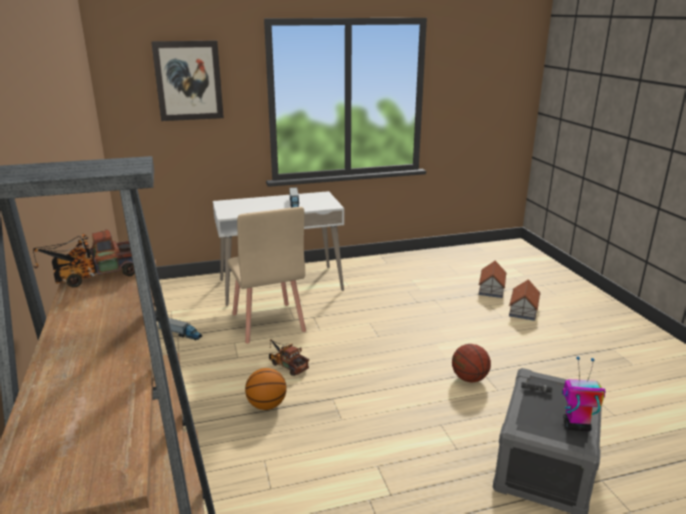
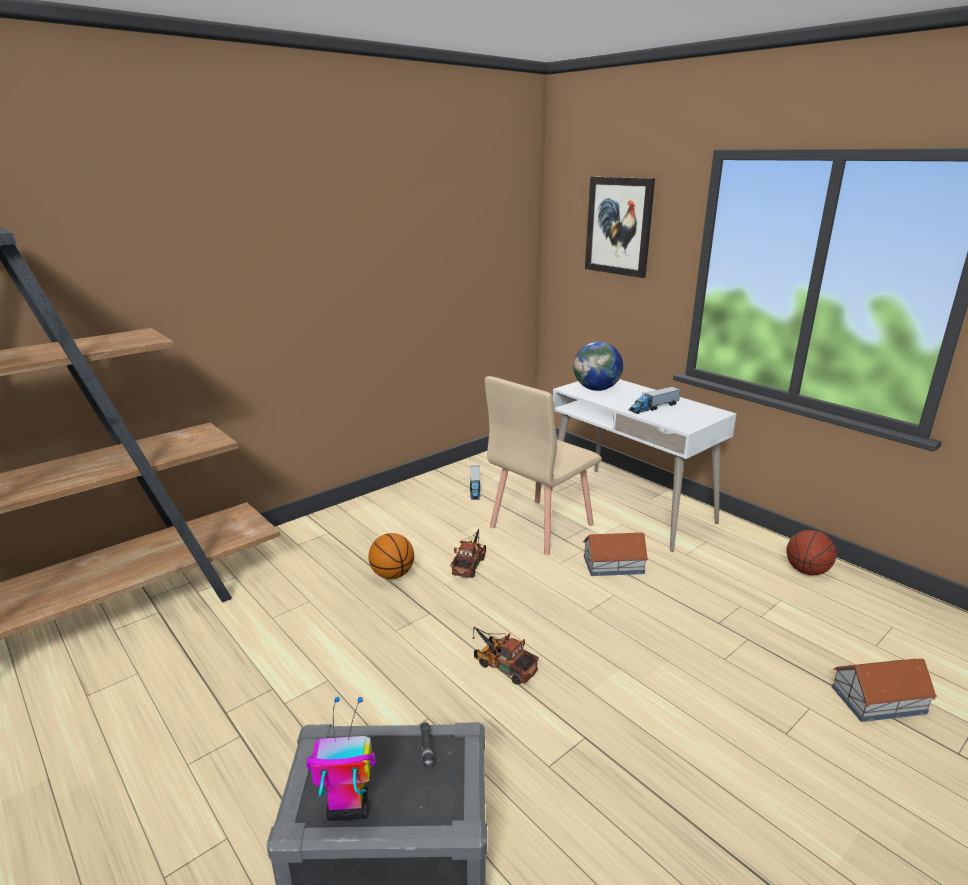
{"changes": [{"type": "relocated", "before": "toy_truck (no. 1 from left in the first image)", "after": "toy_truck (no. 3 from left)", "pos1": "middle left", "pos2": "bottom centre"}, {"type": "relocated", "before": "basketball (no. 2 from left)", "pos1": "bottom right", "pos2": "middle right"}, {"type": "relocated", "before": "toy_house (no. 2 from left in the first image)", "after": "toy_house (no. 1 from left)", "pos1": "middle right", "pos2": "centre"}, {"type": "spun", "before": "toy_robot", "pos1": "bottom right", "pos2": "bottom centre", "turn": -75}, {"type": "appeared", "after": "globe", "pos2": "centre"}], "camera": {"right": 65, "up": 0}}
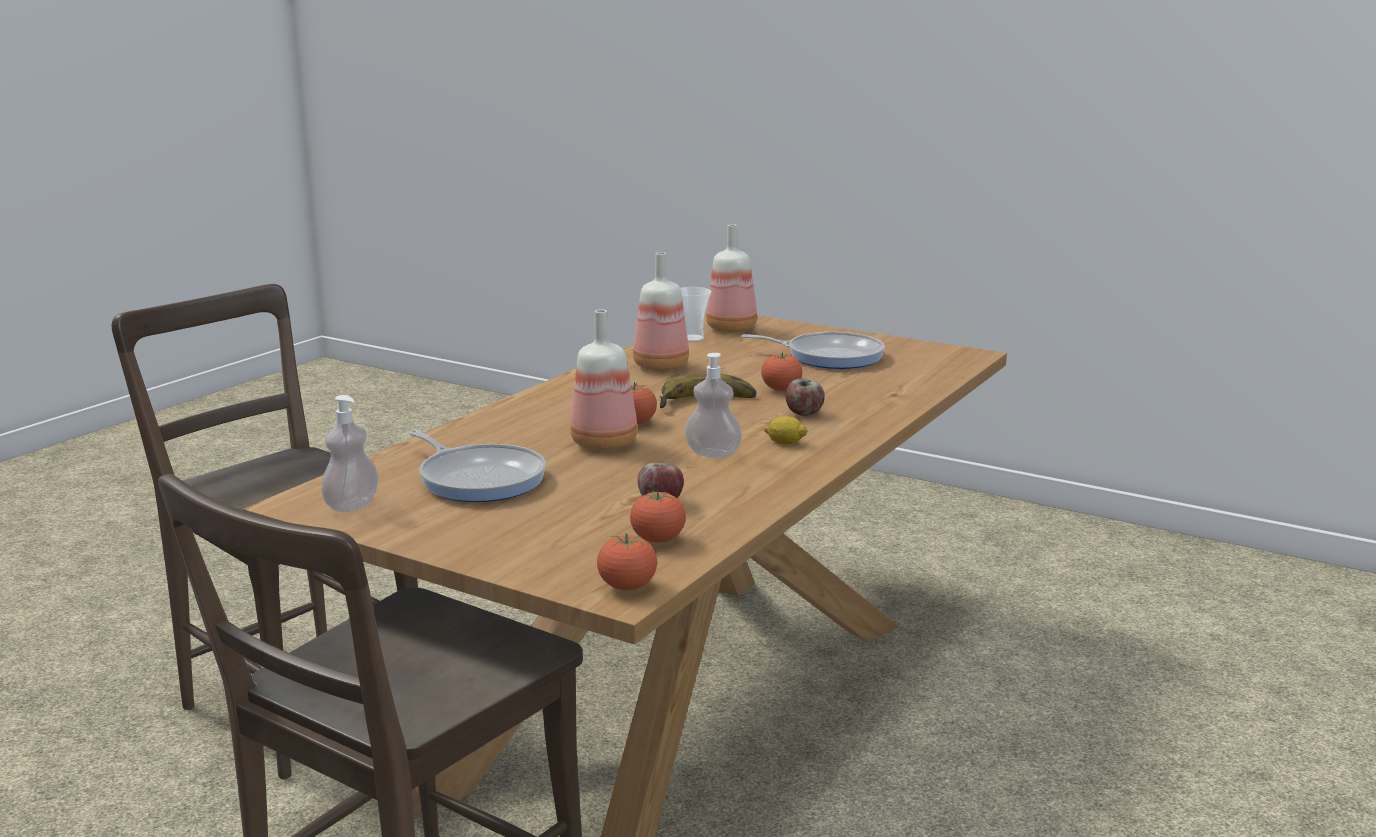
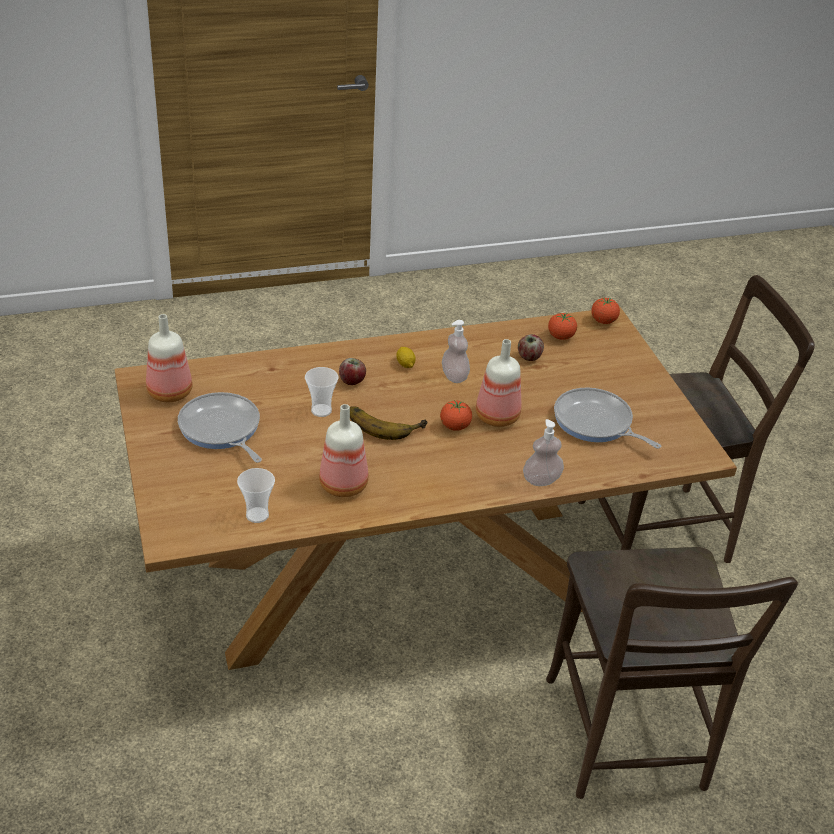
{"changes": [{"type": "relocated", "before": "soap_dispenser (no. 1 from left in the first image)", "after": "soap_dispenser (no. 2 from left)", "pos1": "middle left", "pos2": "centre"}, {"type": "spun", "before": "frying_pan (no. 1 from left in the first image)", "pos1": "centre", "pos2": "middle right", "turn": -45}, {"type": "relocated", "before": "bottle (no. 3 from left in the first image)", "after": "bottle (no. 1 from left)", "pos1": "top centre", "pos2": "middle left"}, {"type": "exchanged", "before": "tomato (no. 4 from left)", "after": "cup (no. 2 from left)", "pos1": "centre", "pos2": "centre"}], "camera": {"right": -140, "up": 20}}
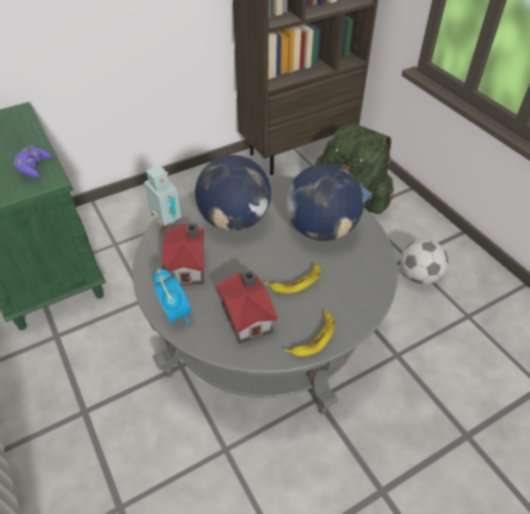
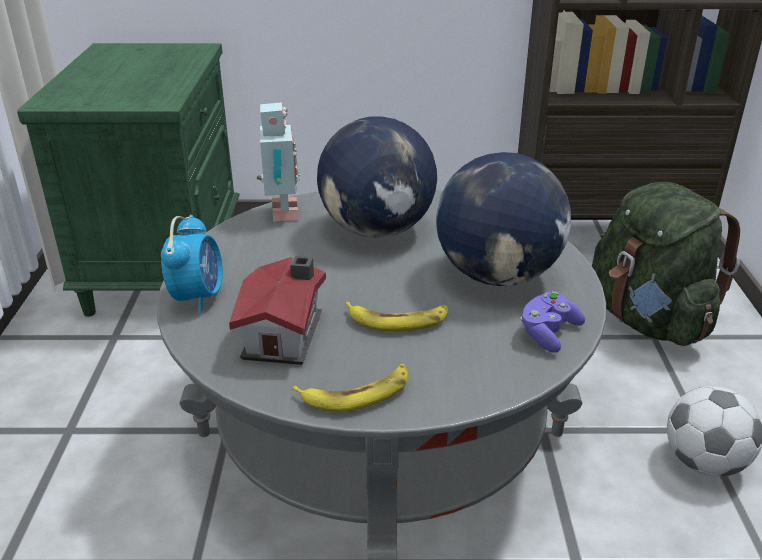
{"changes": [{"type": "relocated", "before": "purple_game_controller", "pos1": "top left", "pos2": "middle right"}, {"type": "missing", "before": "toy_house (no. 1 from left)", "pos1": "centre"}], "camera": {"right": 30, "up": -15}}
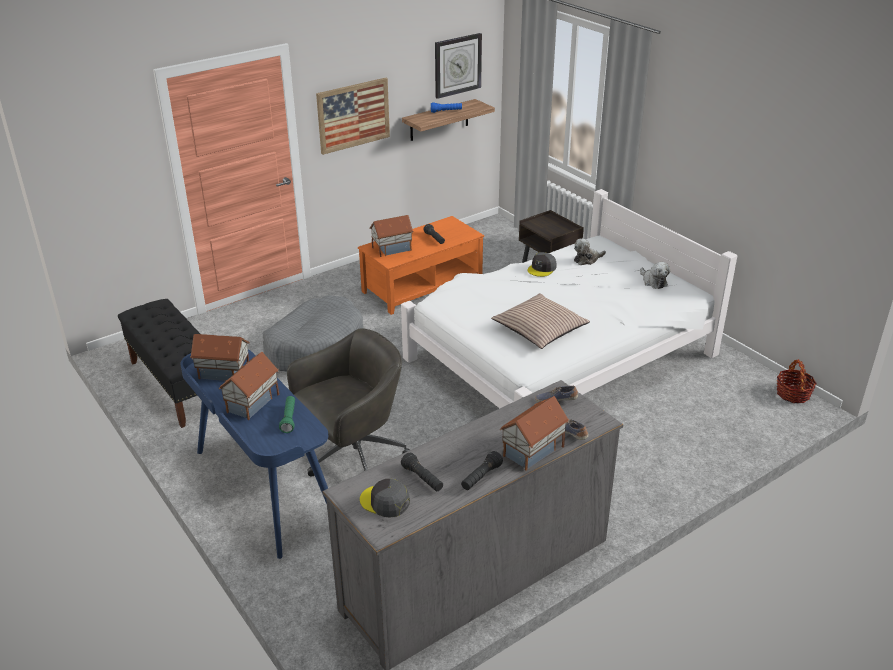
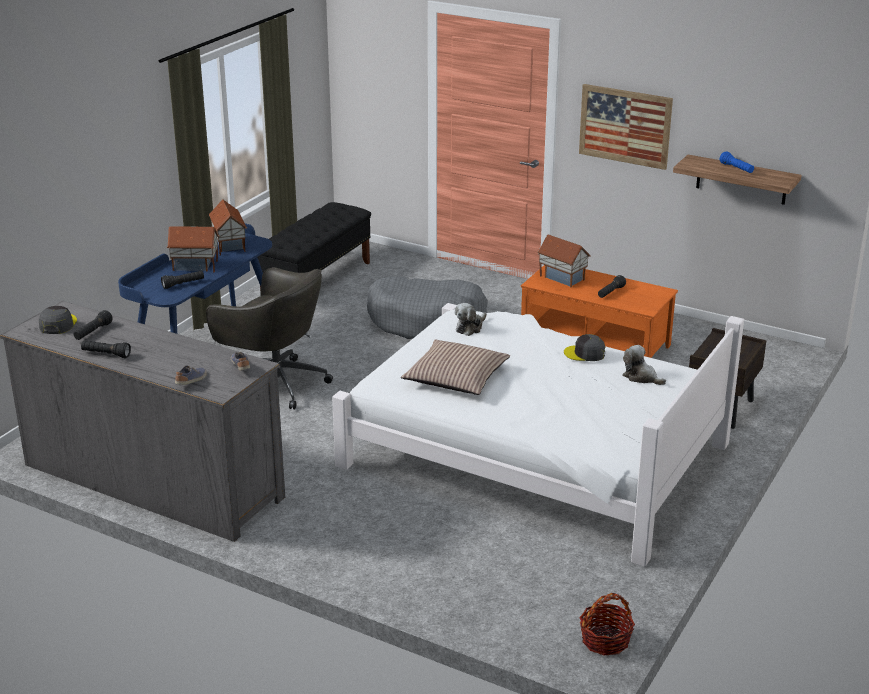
{"changes": [{"type": "colour", "before": "green_flashlight", "after": "black_flashlight (no. 3 from left)", "pos1": "middle left", "pos2": "middle left"}, {"type": "missing", "before": "wall_clock", "pos1": "top centre"}, {"type": "missing", "before": "toy_house (no. 4 from left)", "pos1": "centre"}, {"type": "relocated", "before": "plush_toy (no. 2 from left in the first image)", "after": "plush_toy (no. 1 from left)", "pos1": "middle right", "pos2": "centre"}], "camera": {"right": 65, "up": -5}}
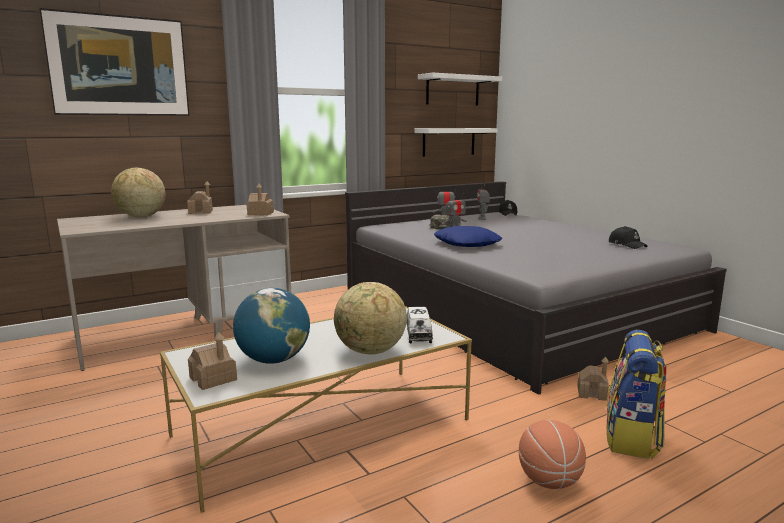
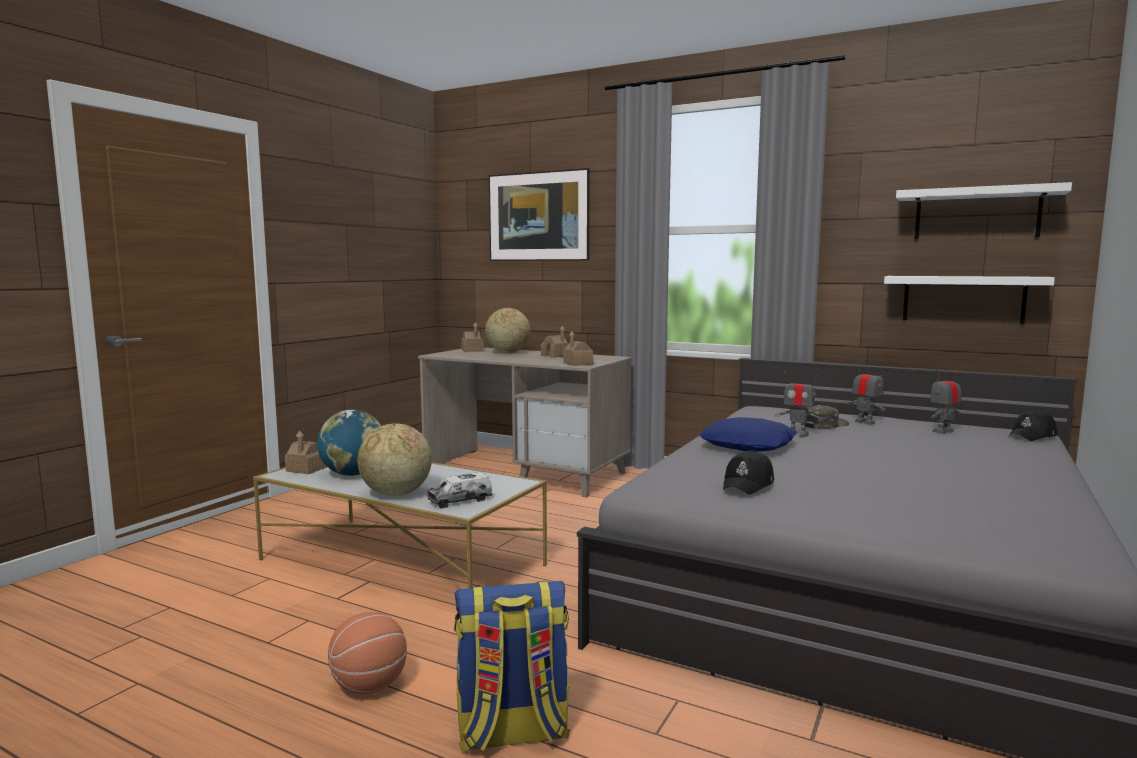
{"changes": [{"type": "relocated", "before": "toy_house (no. 4 from left in the first image)", "after": "toy_house (no. 2 from left)", "pos1": "bottom right", "pos2": "centre"}, {"type": "relocated", "before": "black_cap (no. 2 from left in the first image)", "after": "black_cap (no. 1 from left)", "pos1": "middle right", "pos2": "centre"}], "camera": {"right": 60, "up": -5}}
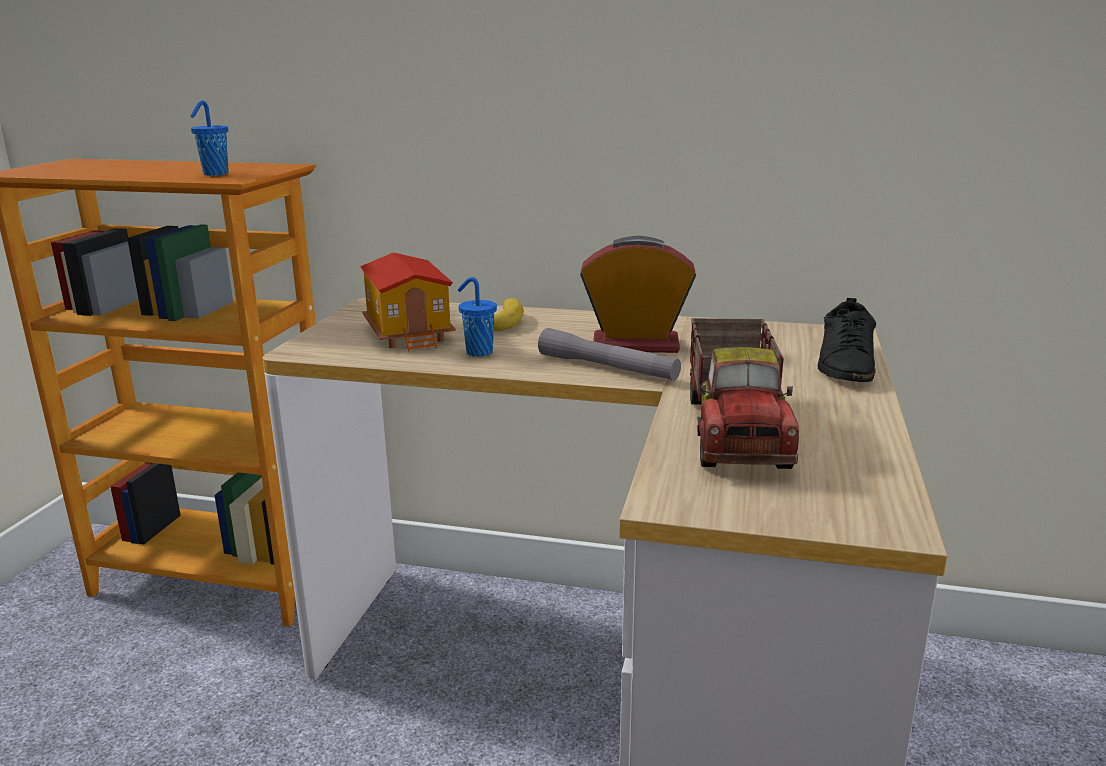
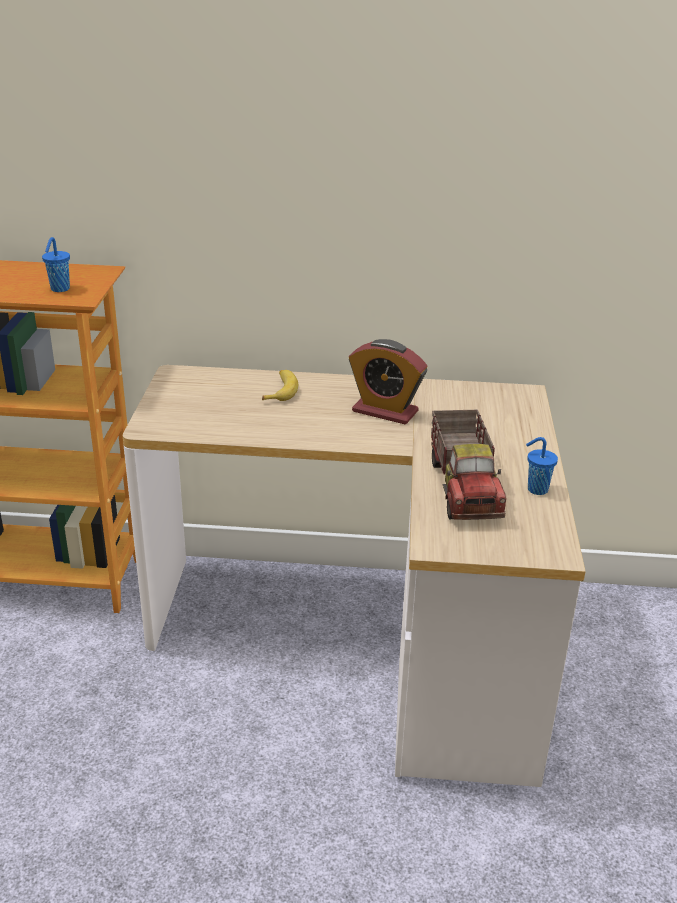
{"changes": [{"type": "missing", "before": "toy_house", "pos1": "centre"}, {"type": "relocated", "before": "blue_cup (no. 2 from left)", "pos1": "centre", "pos2": "middle right"}, {"type": "missing", "before": "grey_flashlight", "pos1": "centre"}, {"type": "spun", "before": "alarm_clock", "pos1": "centre", "pos2": "centre", "turn": -150}, {"type": "missing", "before": "black_shoe", "pos1": "middle right"}], "camera": {"right": -10, "up": 10}}
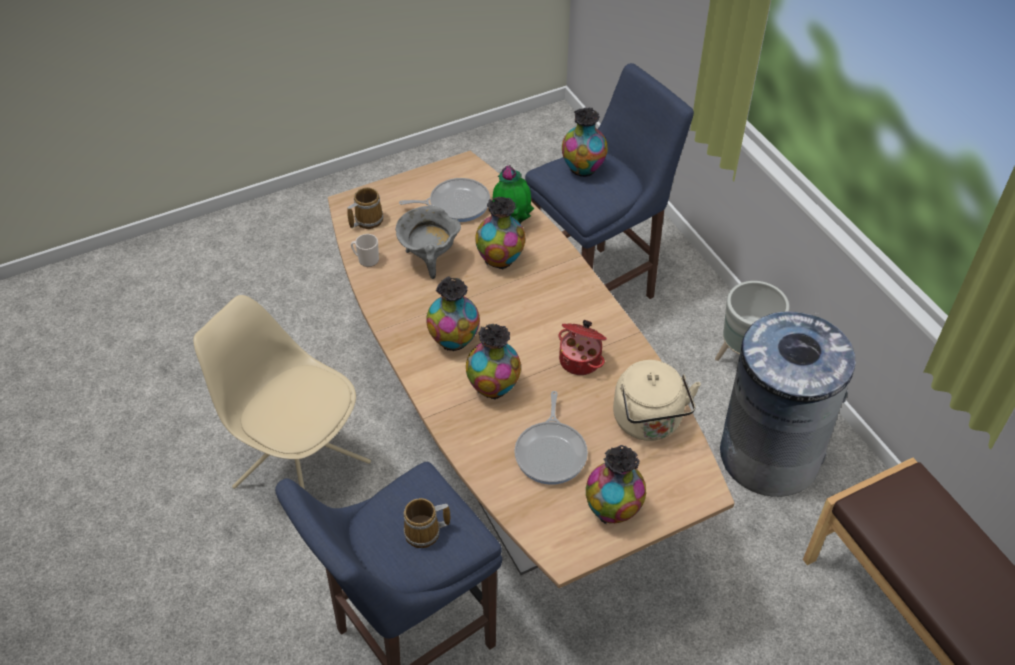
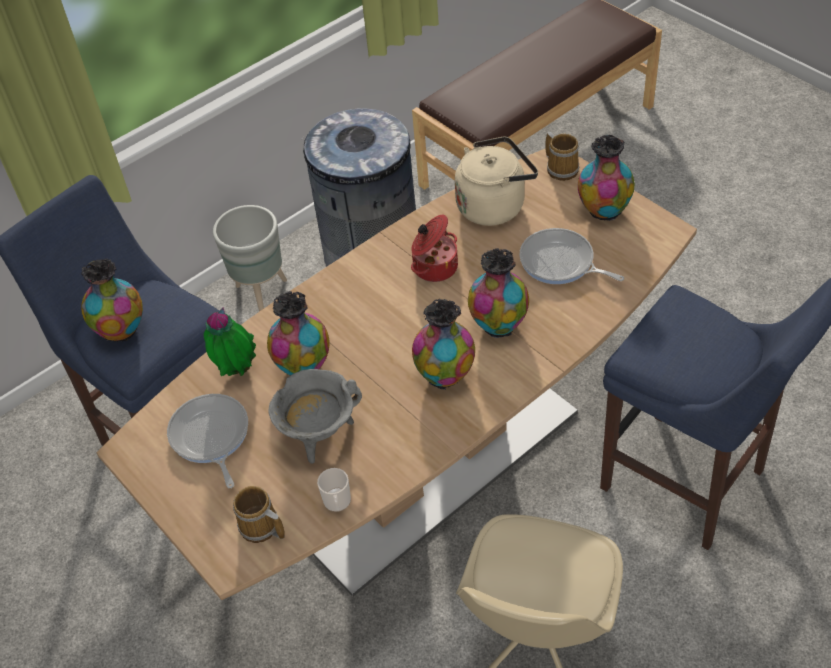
{"changes": [{"type": "relocated", "before": "mug (no. 3 from left)", "pos1": "bottom centre", "pos2": "top right"}, {"type": "spun", "before": "frying_pan (no. 2 from left)", "pos1": "centre", "pos2": "middle right", "turn": -135}], "camera": {"right": -100, "up": 0}}
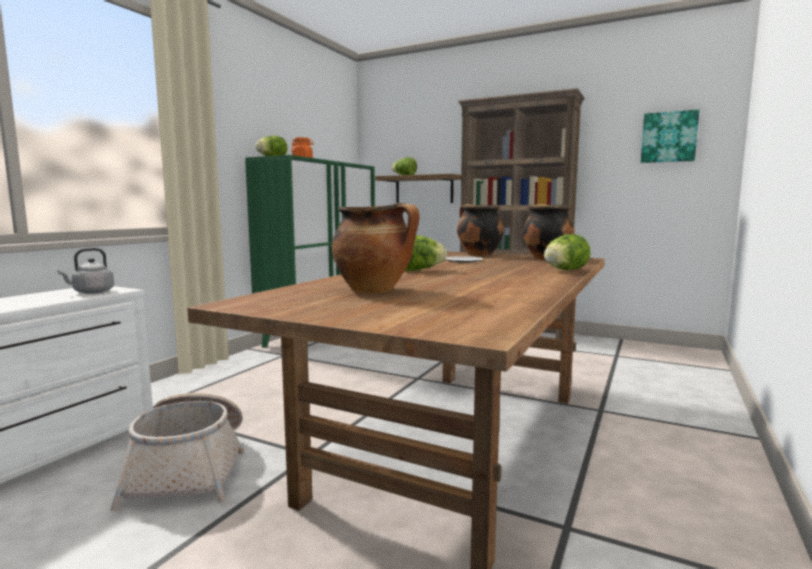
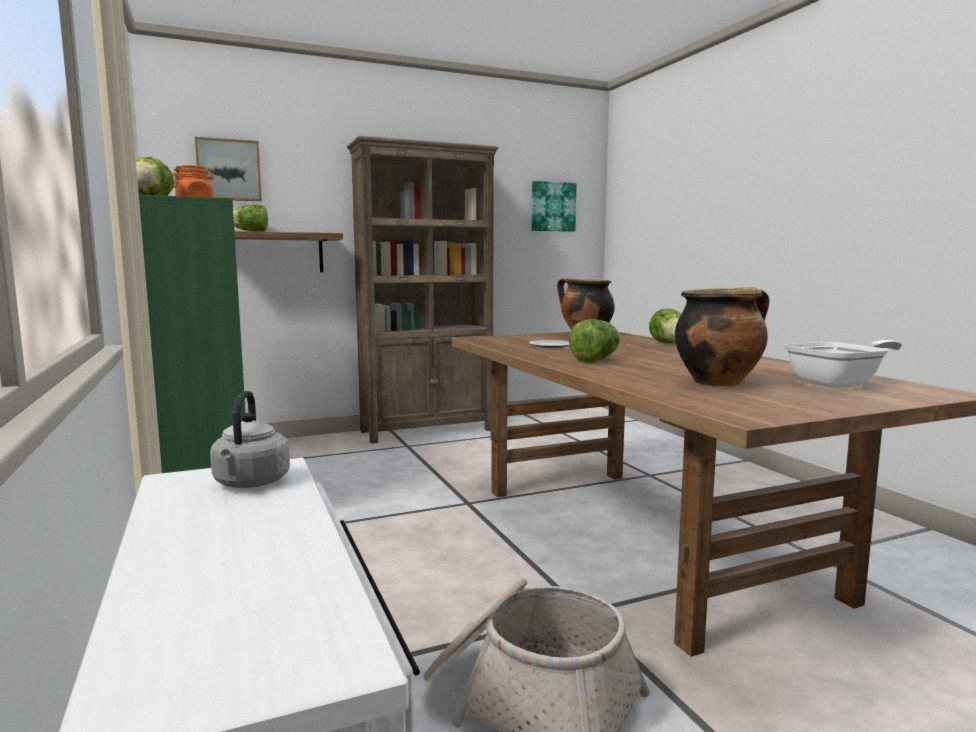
{"changes": [{"type": "missing", "before": "cooking_pot (no. 2 from left)", "pos1": "centre"}, {"type": "appeared", "after": "picture (no. 1 from left)", "pos2": "top left"}, {"type": "appeared", "after": "frying_pan", "pos2": "middle right"}], "camera": {"right": -50, "up": 0}}
